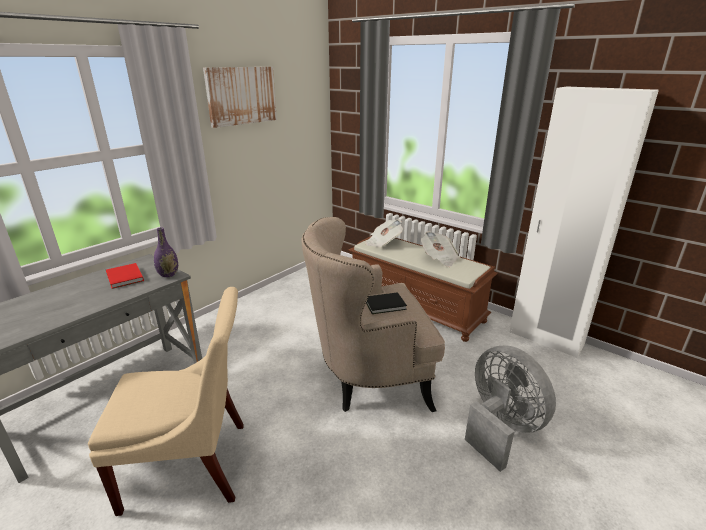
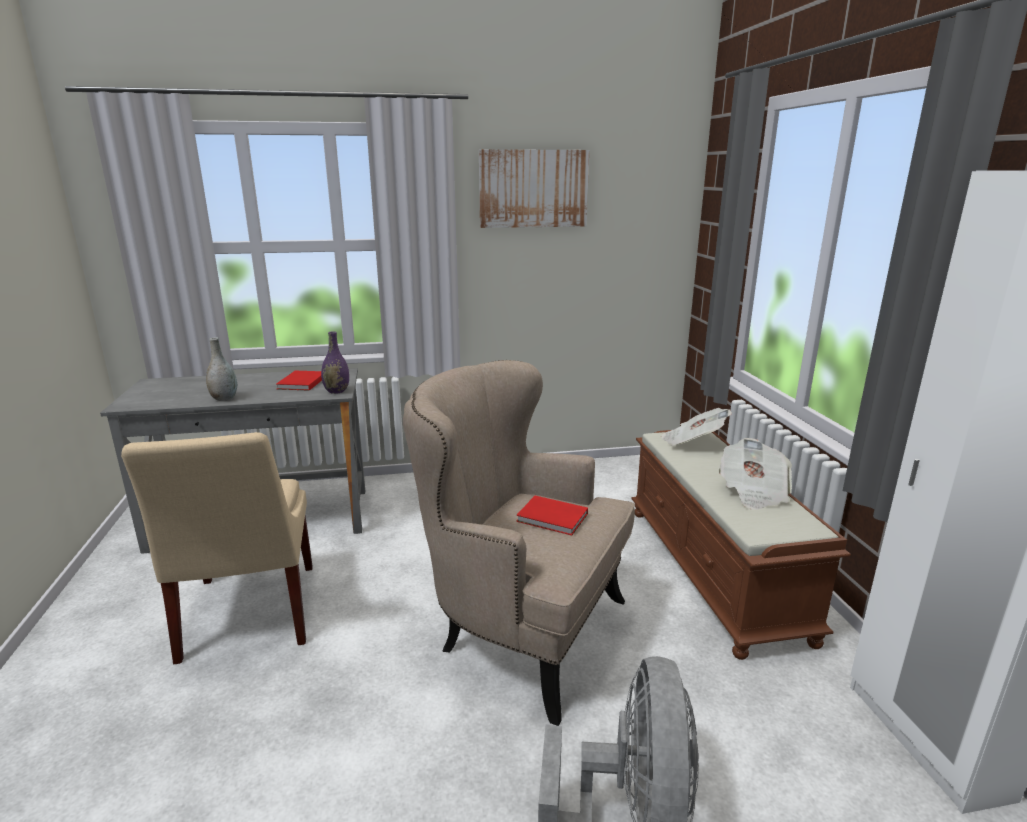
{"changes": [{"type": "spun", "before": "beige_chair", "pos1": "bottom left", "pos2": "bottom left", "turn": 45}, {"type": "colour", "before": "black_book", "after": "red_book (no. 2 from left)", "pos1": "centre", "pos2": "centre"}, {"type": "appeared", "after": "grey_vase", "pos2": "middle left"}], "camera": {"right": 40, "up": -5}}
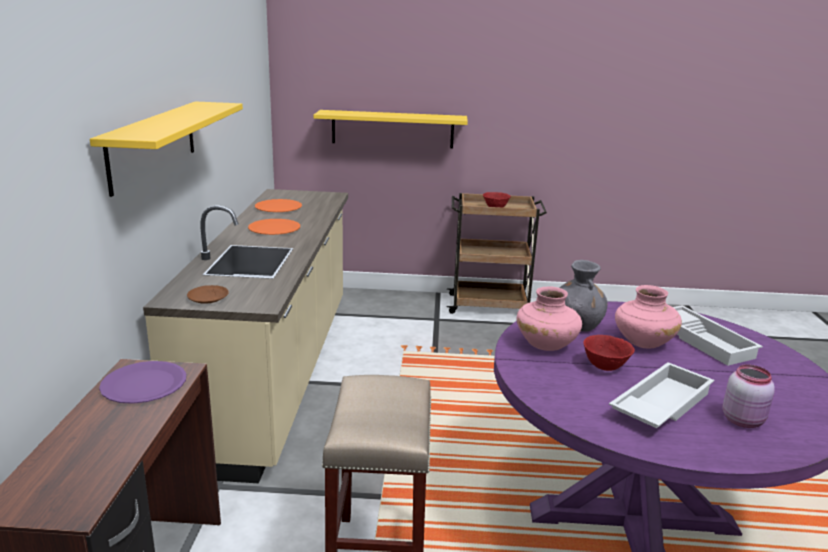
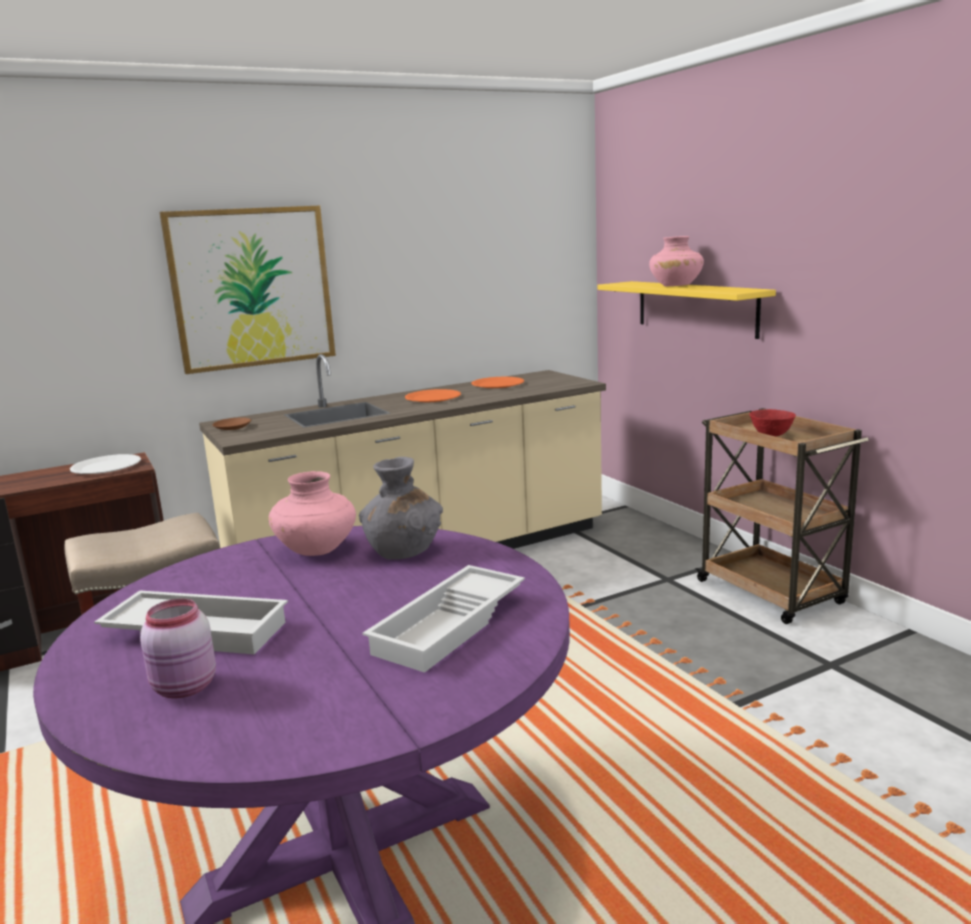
{"changes": [{"type": "exchanged", "before": "yellow_shelf (no. 1 from left)", "after": "picture", "pos1": "top left", "pos2": "top left"}, {"type": "colour", "before": "purple_plate", "after": "white_plate", "pos1": "bottom left", "pos2": "middle left"}, {"type": "missing", "before": "red_bowl (no. 2 from left)", "pos1": "middle right"}, {"type": "relocated", "before": "pink_vase (no. 2 from left)", "pos1": "middle right", "pos2": "top right"}], "camera": {"right": 60, "up": -5}}
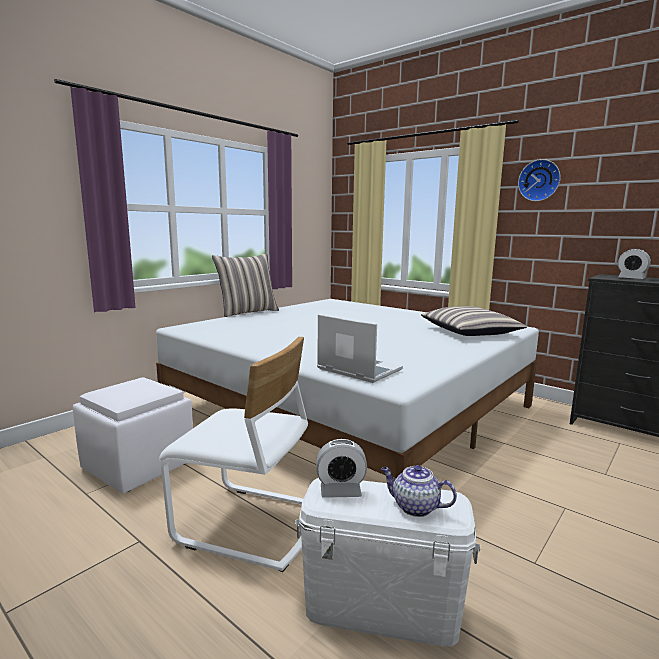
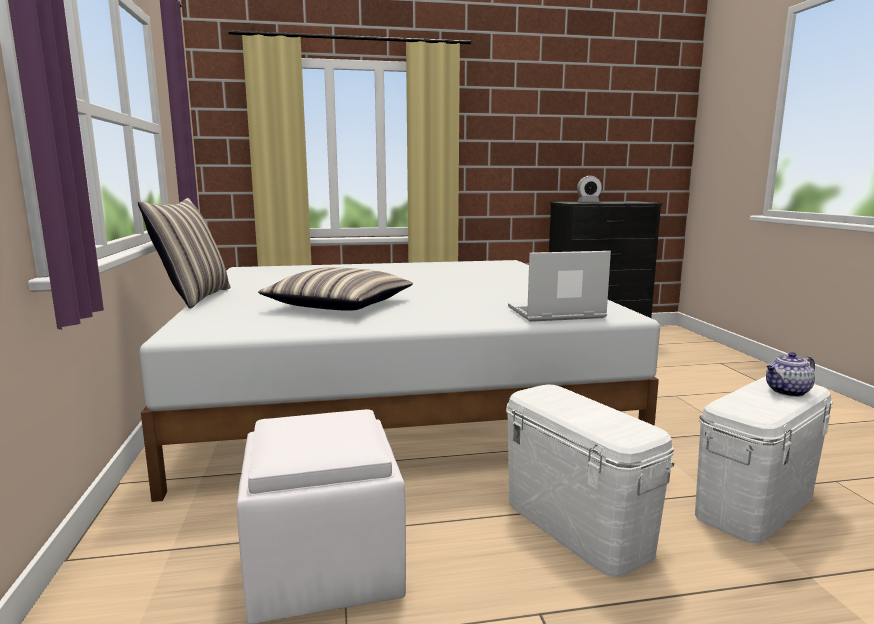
{"changes": [{"type": "exchanged", "before": "white_chair", "after": "white_storage_box (no. 1 from left)", "pos1": "bottom centre", "pos2": "bottom right"}, {"type": "missing", "before": "alarm_clock (no. 1 from left)", "pos1": "bottom centre"}, {"type": "relocated", "before": "pillow (no. 2 from left)", "pos1": "middle right", "pos2": "centre"}, {"type": "missing", "before": "wall_clock", "pos1": "top right"}], "camera": {"right": -50, "up": 0}}
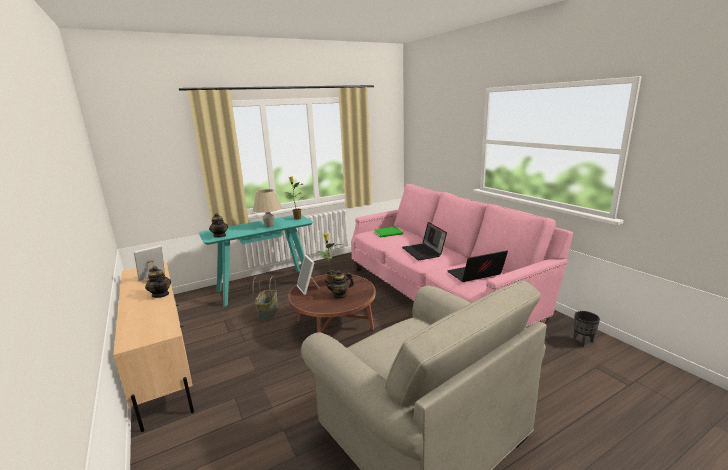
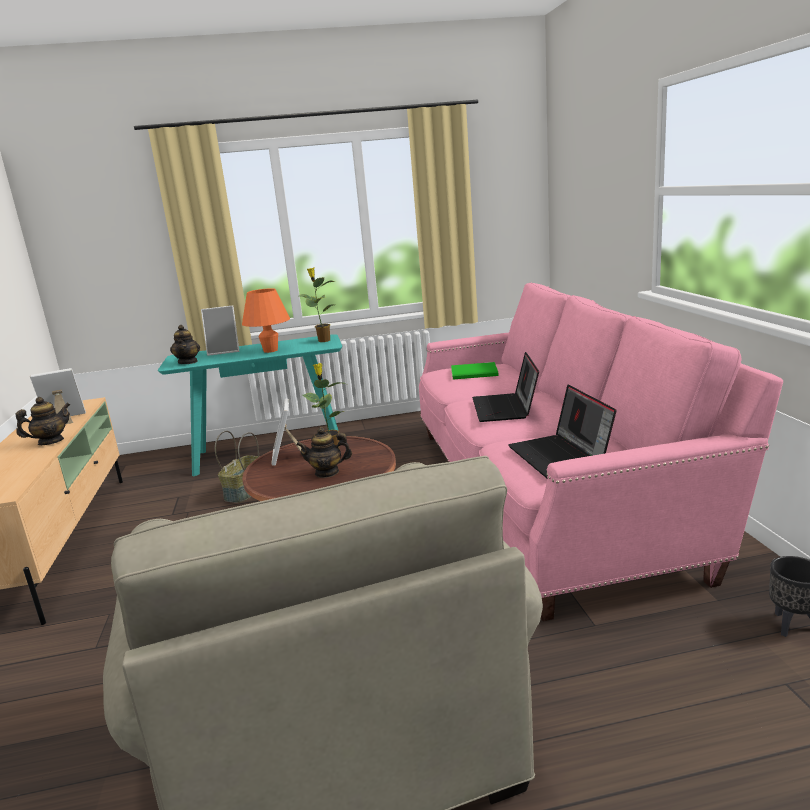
{"changes": [{"type": "spun", "before": "teapot (no. 1 from left)", "pos1": "middle left", "pos2": "middle left", "turn": -105}, {"type": "colour", "before": "beige_table_lamp", "after": "orange_table_lamp", "pos1": "centre", "pos2": "middle left"}, {"type": "spun", "before": "laptop (no. 2 from left)", "pos1": "centre", "pos2": "middle right", "turn": -105}, {"type": "appeared", "after": "picture_frame (no. 2 from left)", "pos2": "middle left"}], "camera": {"right": 20, "up": 0}}
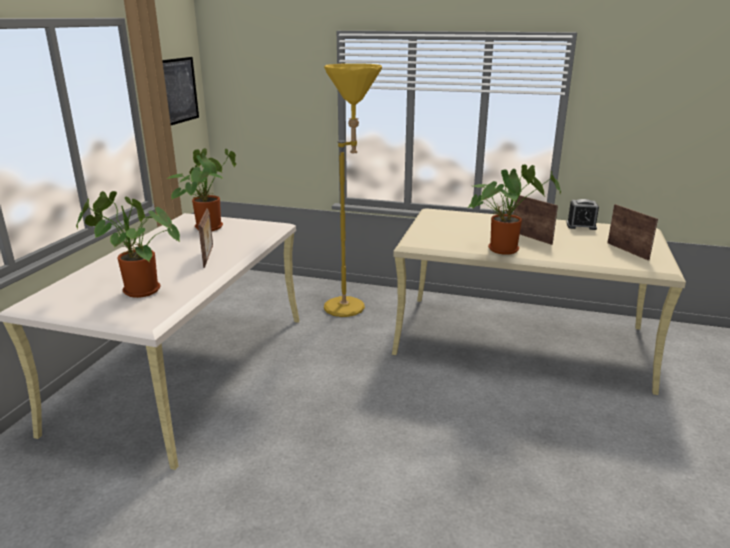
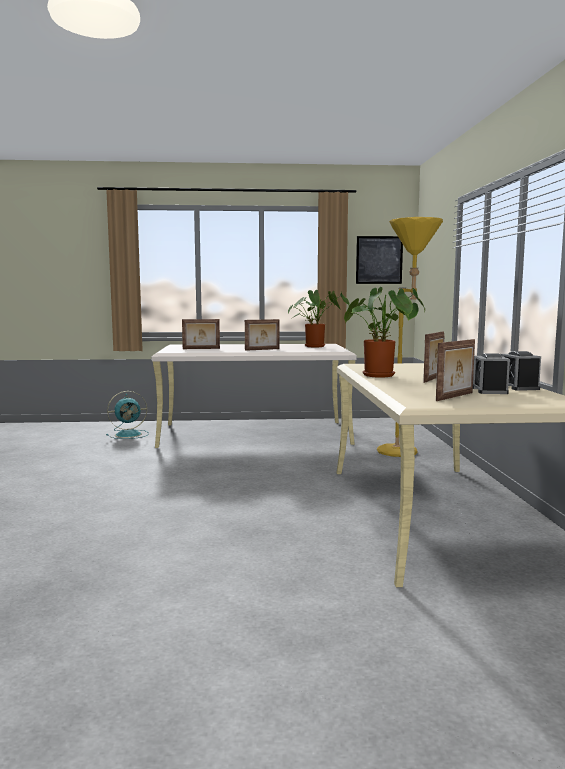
{"changes": [{"type": "exchanged", "before": "potted_plant (no. 1 from left)", "after": "picture_frame (no. 1 from left)", "pos1": "middle left", "pos2": "centre"}, {"type": "appeared", "after": "turquoise_fan", "pos2": "middle left"}, {"type": "appeared", "after": "alarm_clock (no. 1 from left)", "pos2": "middle right"}], "camera": {"right": 70, "up": -15}}
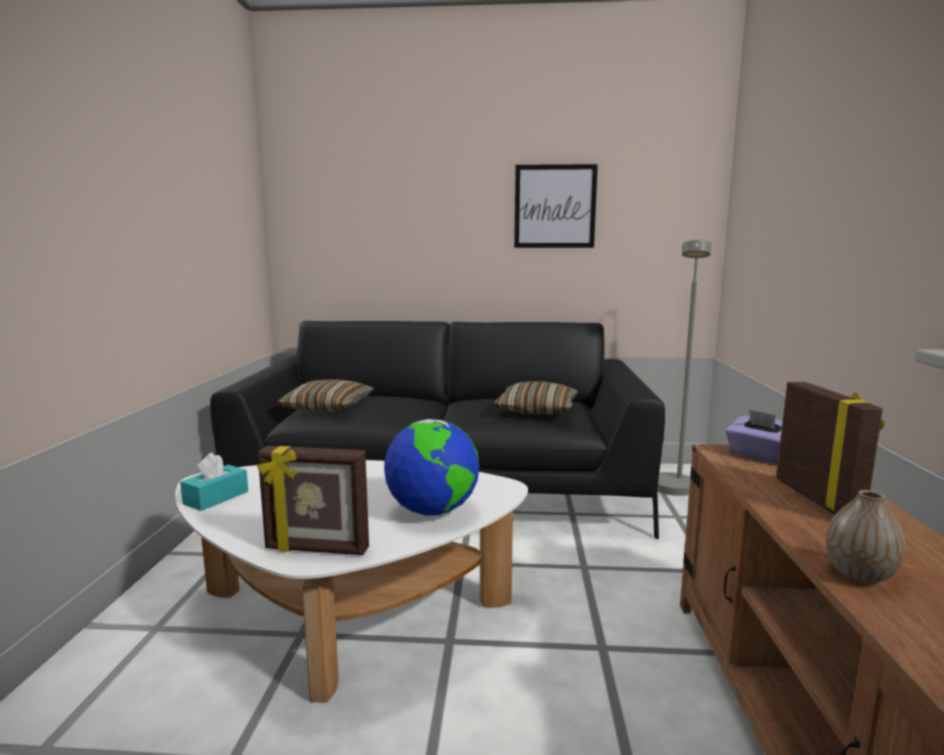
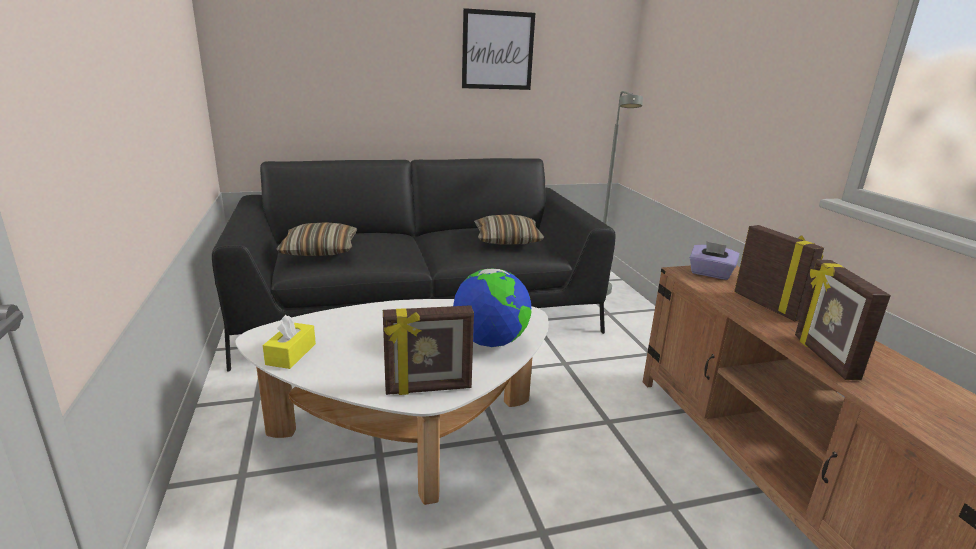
{"changes": [{"type": "colour", "before": "turquoise_tissue_box", "after": "yellow_tissue_box", "pos1": "middle left", "pos2": "middle left"}, {"type": "exchanged", "before": "vase", "after": "picture_frame (no. 3 from left)", "pos1": "bottom right", "pos2": "middle right"}], "camera": {"right": -20, "up": 10}}
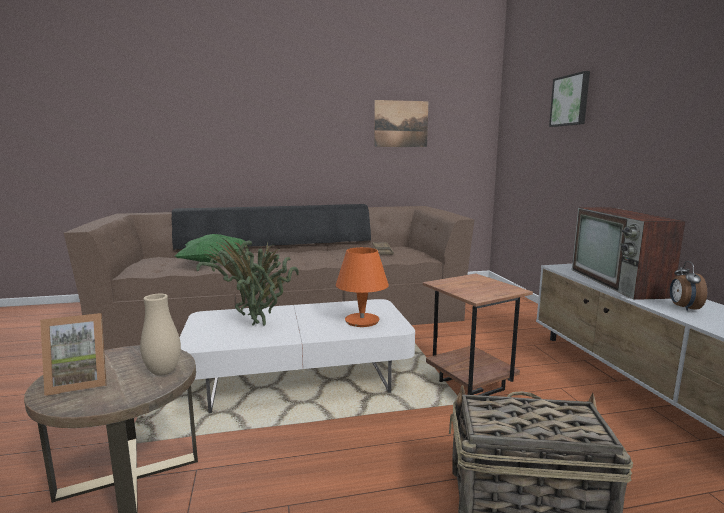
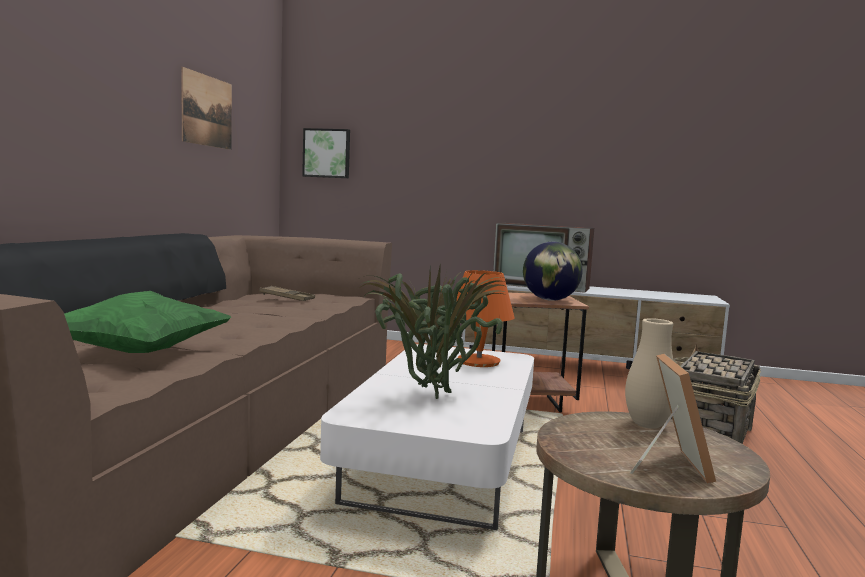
{"changes": [{"type": "relocated", "before": "picture (no. 2 from left)", "pos1": "top right", "pos2": "top centre"}, {"type": "missing", "before": "alarm_clock", "pos1": "middle right"}, {"type": "appeared", "after": "globe", "pos2": "centre"}], "camera": {"right": -65, "up": -5}}
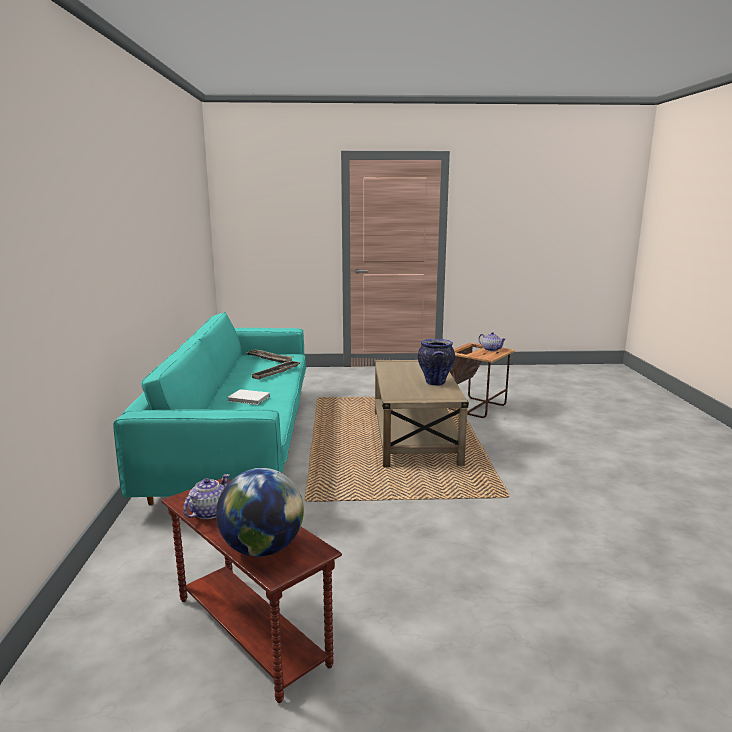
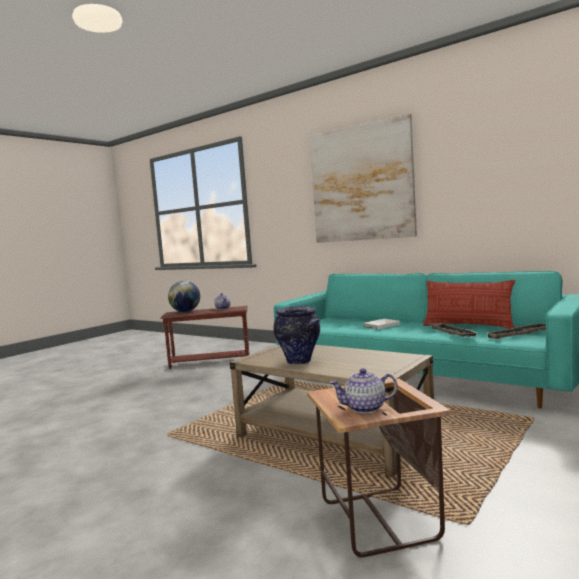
{"changes": [{"type": "appeared", "after": "picture", "pos2": "top centre"}, {"type": "appeared", "after": "pillow", "pos2": "middle right"}], "camera": {"right": 130, "up": -10}}
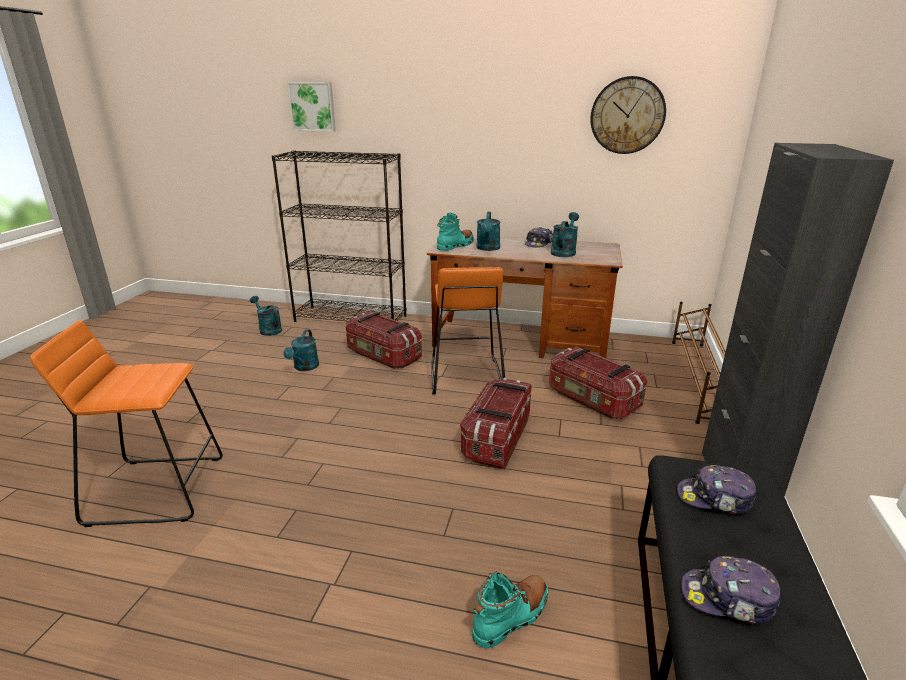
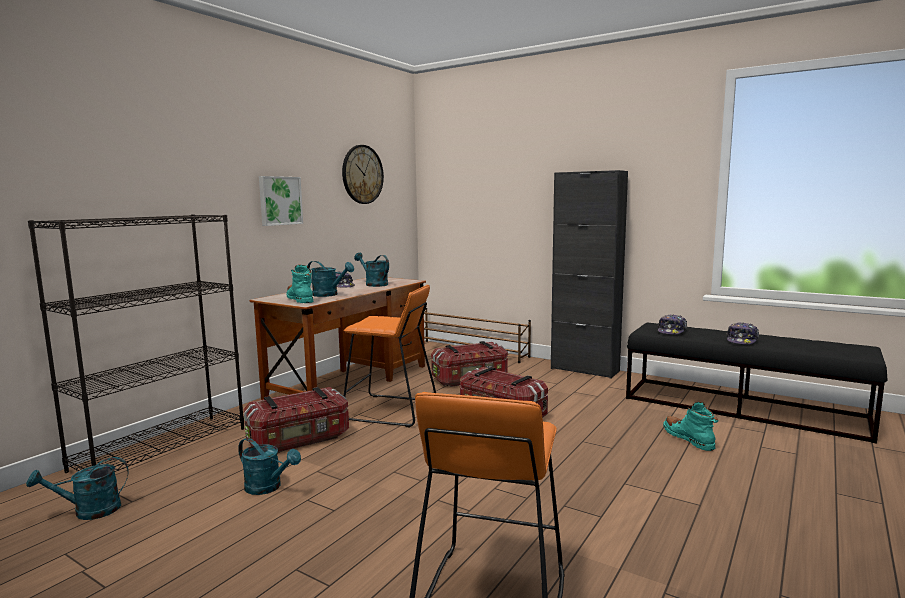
{"changes": [{"type": "relocated", "before": "picture", "pos1": "top centre", "pos2": "middle left"}], "camera": {"right": -70, "up": -15}}
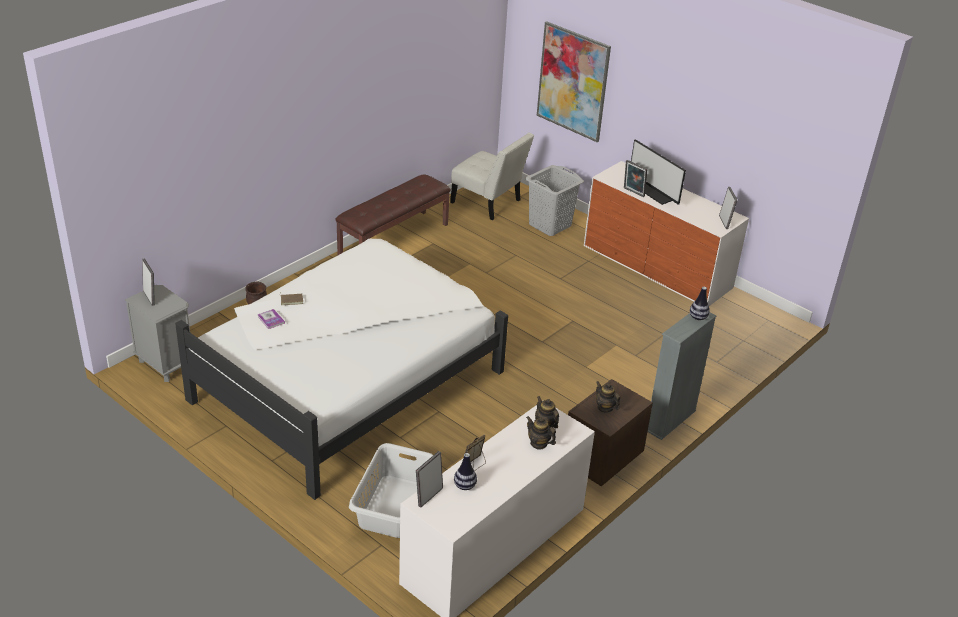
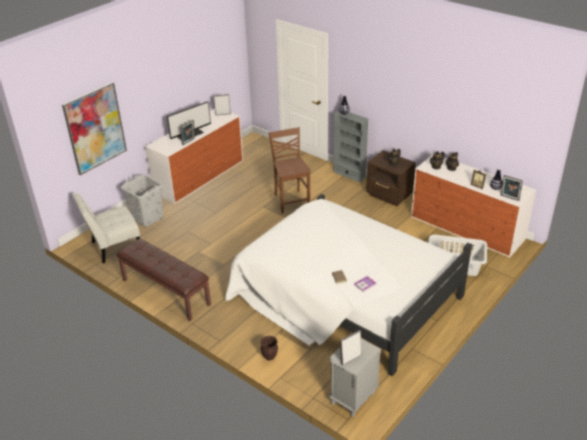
{"changes": [{"type": "spun", "before": "white_chair", "pos1": "top centre", "pos2": "middle left", "turn": -150}, {"type": "appeared", "after": "brown_chair", "pos2": "centre"}], "camera": {"right": -90, "up": 0}}
